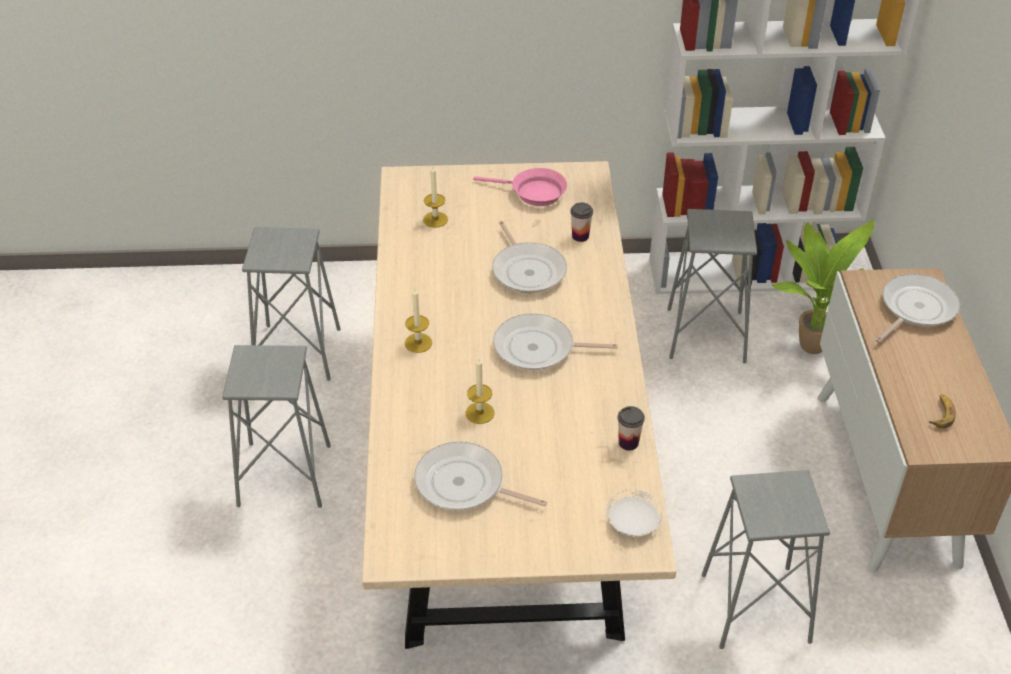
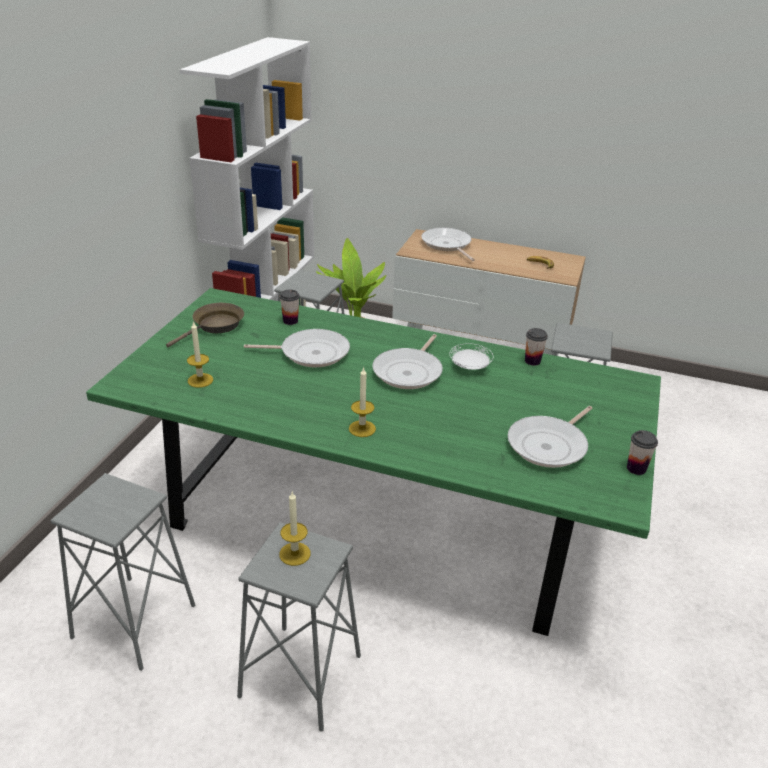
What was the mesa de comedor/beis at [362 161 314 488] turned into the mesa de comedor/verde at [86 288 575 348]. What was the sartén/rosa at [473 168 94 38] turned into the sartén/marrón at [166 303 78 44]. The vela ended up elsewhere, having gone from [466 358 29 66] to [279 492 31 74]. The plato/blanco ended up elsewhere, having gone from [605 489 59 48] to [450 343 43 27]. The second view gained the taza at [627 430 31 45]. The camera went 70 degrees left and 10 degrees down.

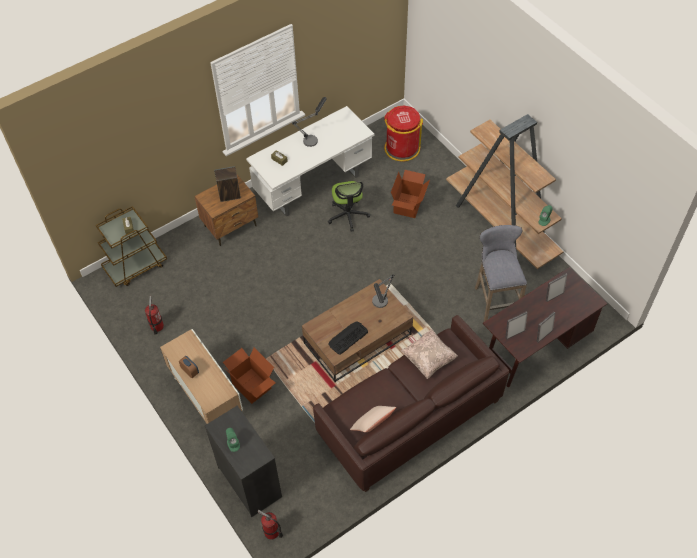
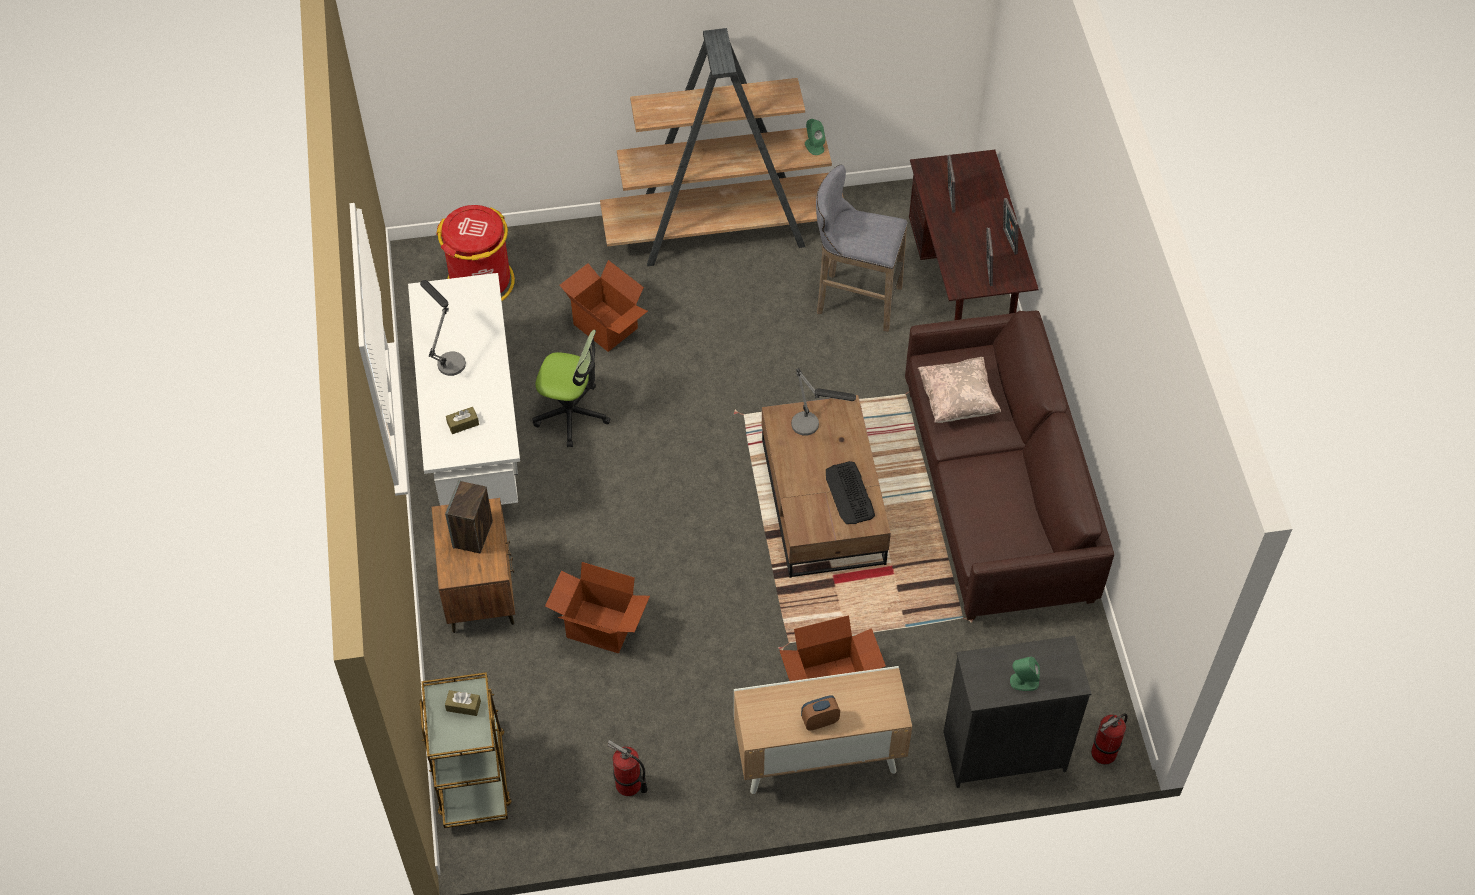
The second view gained the caja de cartón at [545 562 105 91]. The second view lost the cojín/beis at [350 406 46 26]. The camera went 65 degrees left and 0 degrees up.

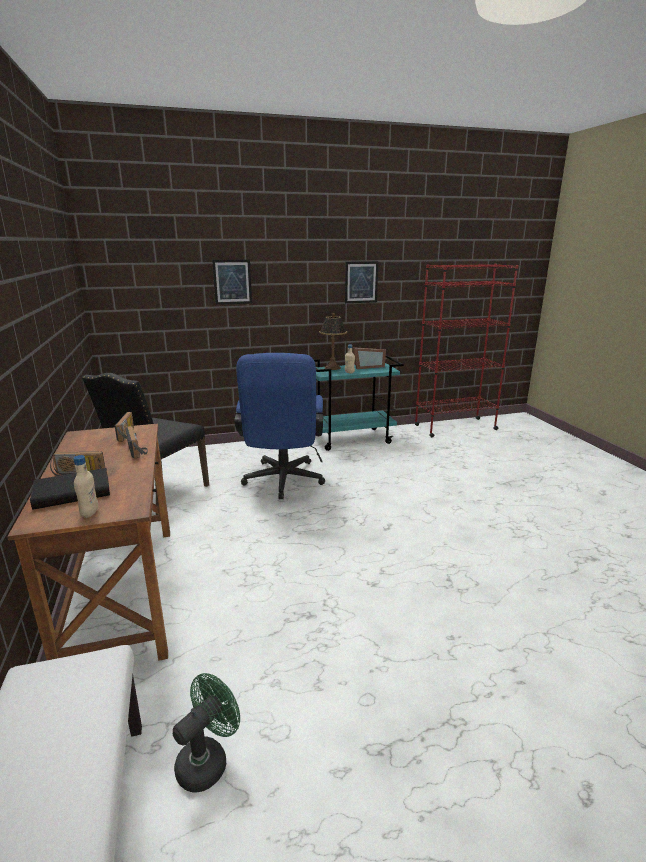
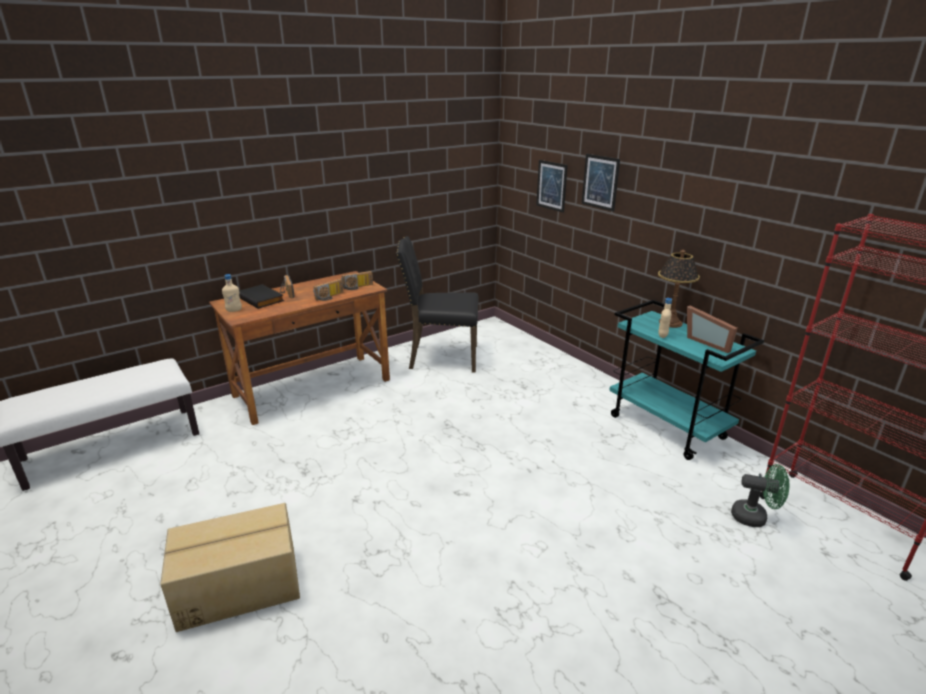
The second view gained the caja de cartón at [160 503 140 129]. The cuadro ended up elsewhere, having gone from [345 261 34 42] to [536 160 32 53]. The ventilador/verde ended up elsewhere, having gone from [173 673 67 120] to [731 464 58 63]. The second view lost the silla de oficina/azul at [234 353 91 146]. The camera went 70 degrees right and 5 degrees up.

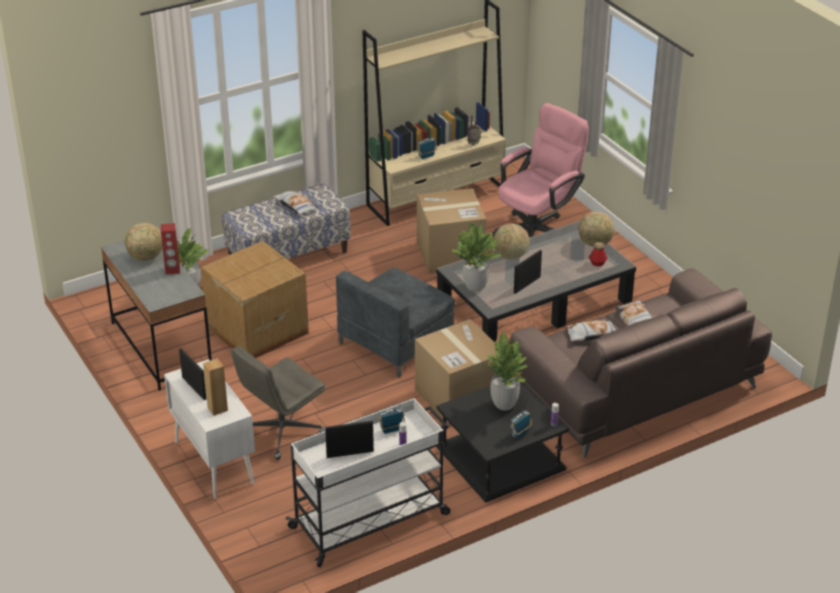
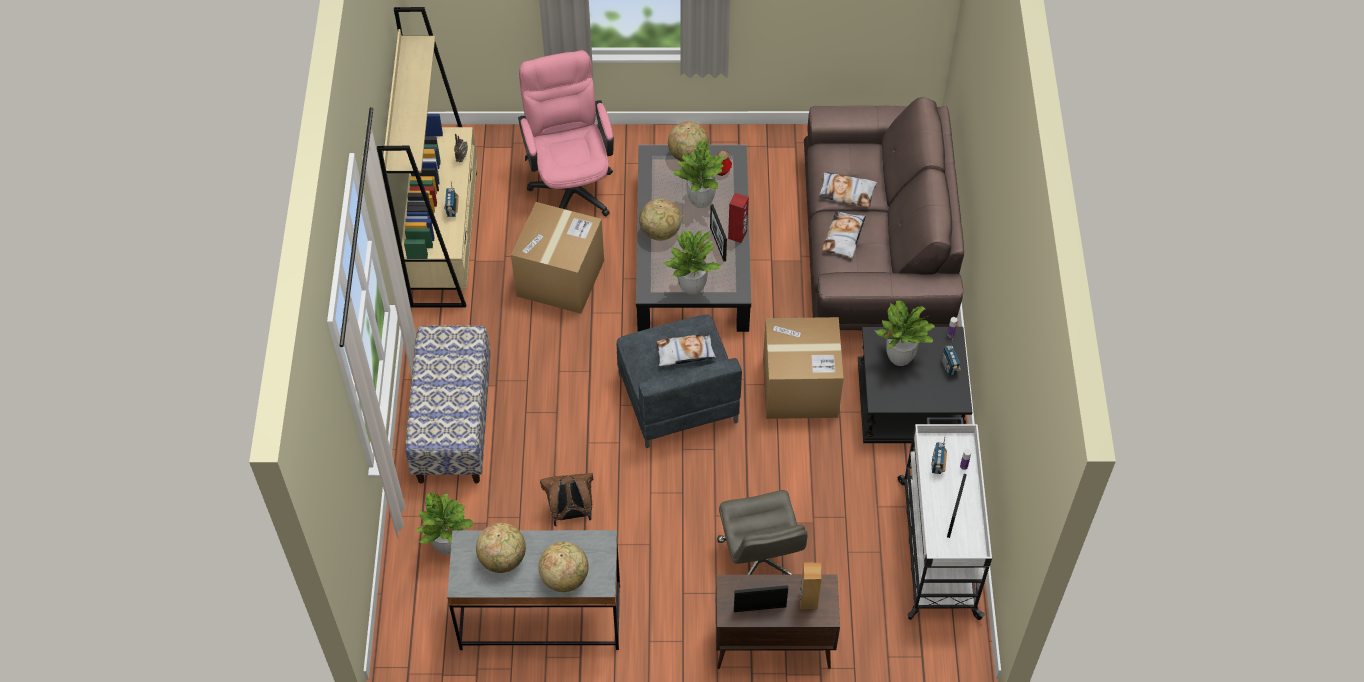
The second view gained the globo terráqueo at [538 542 51 50]. Where the caja de cartón stood at [201 241 108 117], the mochila/marrón came to stand at [540 473 53 53]. The cojín ended up elsewhere, having gone from [273 190 46 25] to [656 333 60 33]. The second view gained the planta en maceta at [672 139 52 69]. What was the armario/blanco at [164 359 91 140] turned into the armario/marrón at [716 575 124 94]. The altavoz/rojo ended up elsewhere, having gone from [161 223 19 51] to [728 193 21 50]. The camera went 60 degrees left and 20 degrees up.

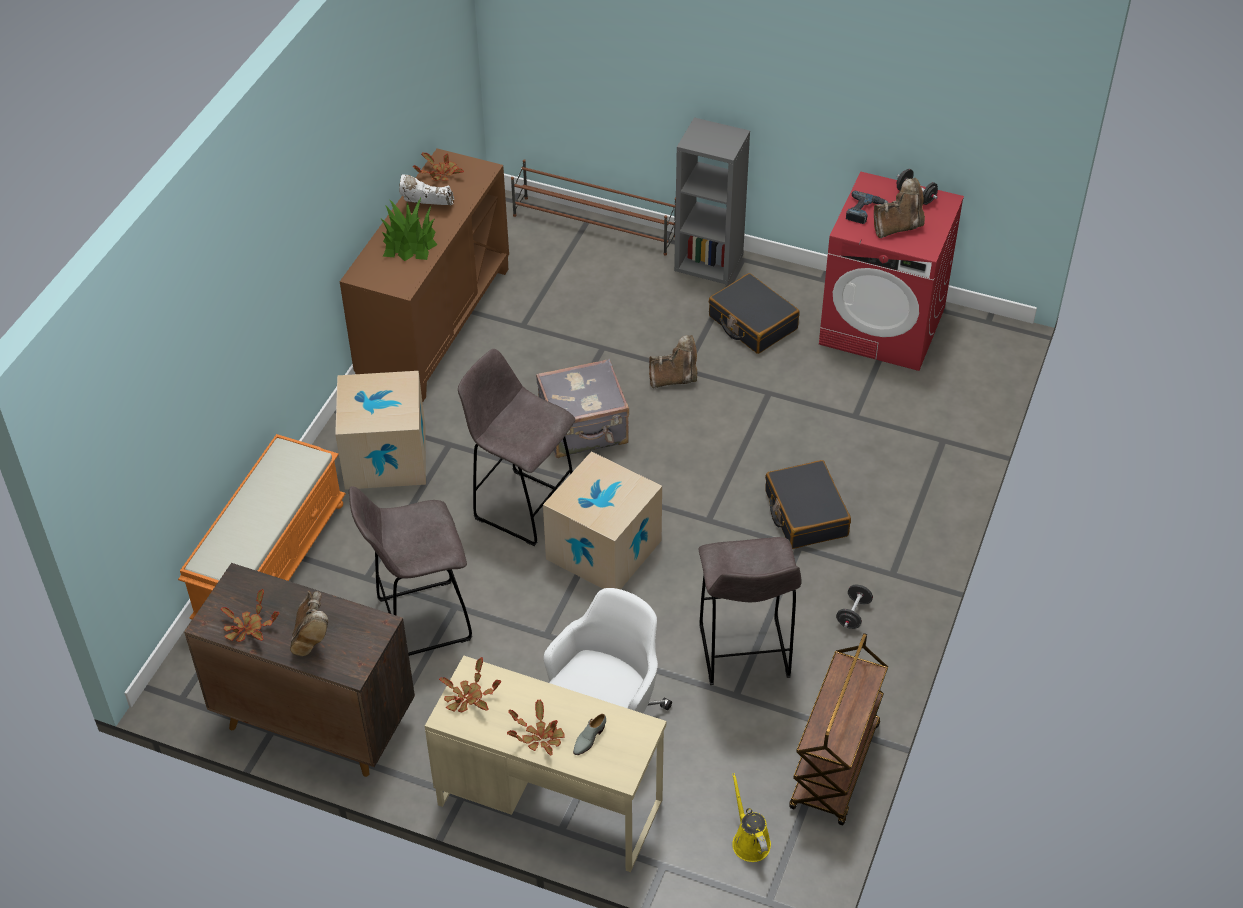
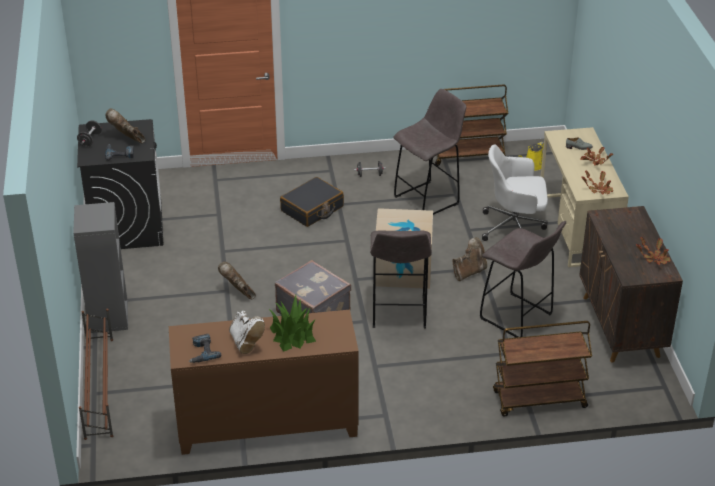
What was the lavadora/rojo at [819 172 145 199] turned into the lavadora/negro at [77 119 86 130]. Where the planta en maceta stood at [413 152 51 29], the taladro came to stand at [189 334 32 29]. The bota/marrón ended up elsewhere, having gone from [290 591 38 65] to [452 237 35 44]. Where the banco/naranja stood at [178 434 168 186], the carrito/marrón came to stand at [493 321 99 96]. The second view lost the caja de cartón at [335 371 91 119]. The second view lost the maleta/negro at [709 273 91 81]. The camera went 120 degrees left and 10 degrees down.

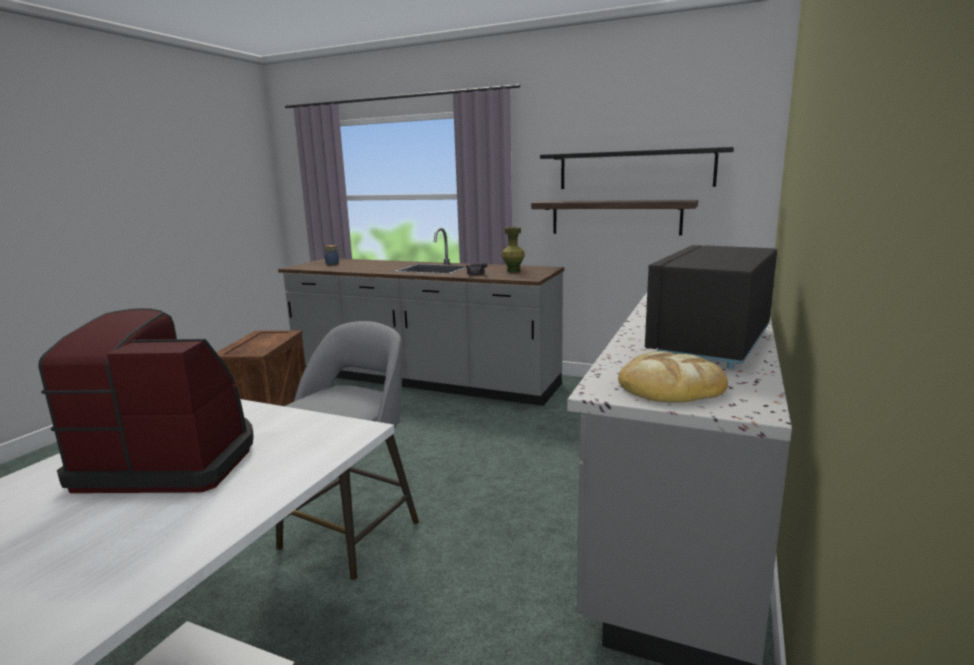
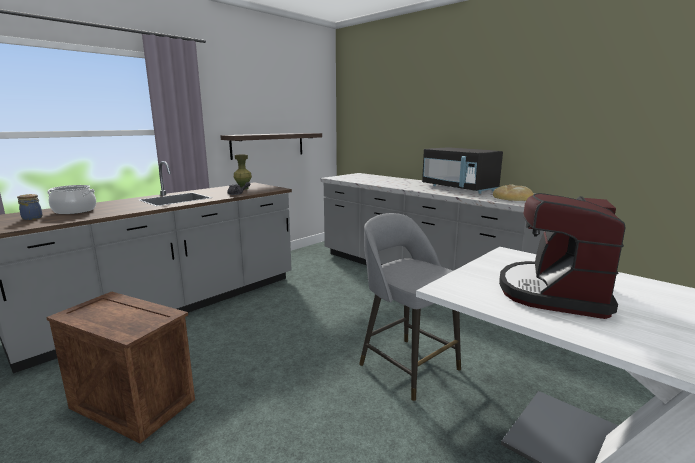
The second view gained the olla at [47 185 49 29]. The second view lost the estante/negro at [540 147 194 42]. The camera went 70 degrees left and 0 degrees up.

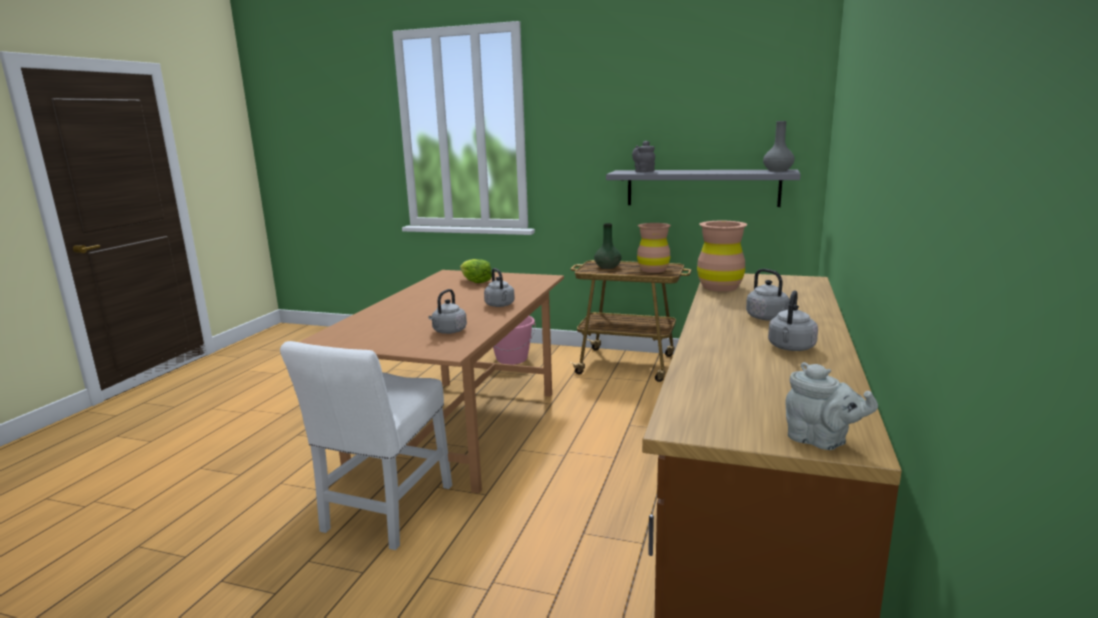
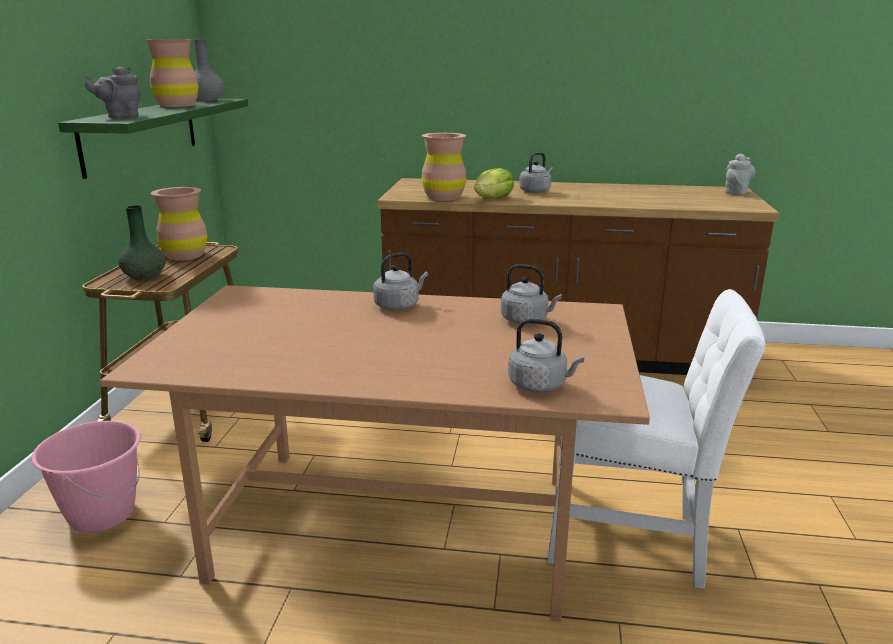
What was the estante/gris at [606 170 195 37] turned into the estante/verde at [58 99 190 80]. The second view gained the florero/marrón at [145 39 54 68]. The lechuga ended up elsewhere, having gone from [460 259 32 24] to [474 168 40 30]. The hervidor/gris ended up elsewhere, having gone from [768 290 50 61] to [508 319 76 74]. The camera went 100 degrees left and 5 degrees up.

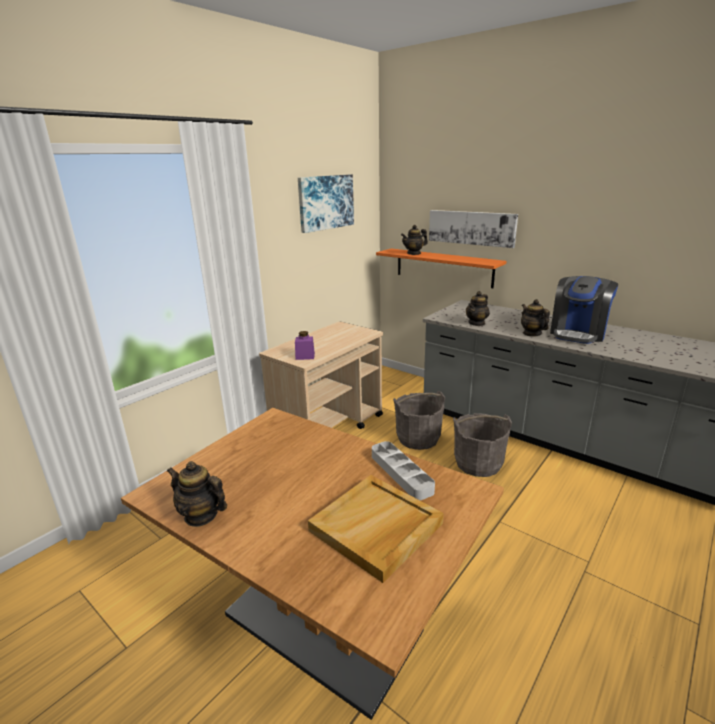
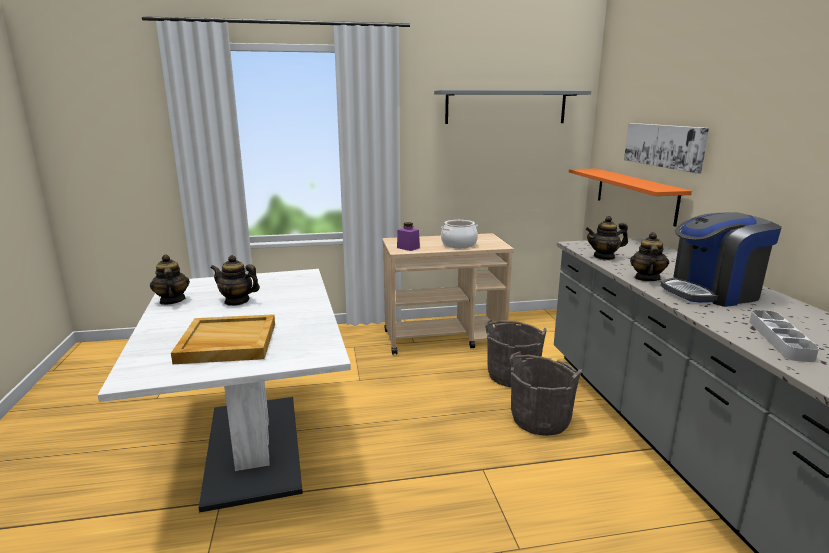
What was the mesa de comedor/marrón at [121 408 383 312] turned into the mesa de comedor/blanco at [98 269 253 244]. The tetera ended up elsewhere, having gone from [401 225 27 30] to [211 255 49 51]. Where the cuadro hung at [298 175 56 58], the estante/gris came to hang at [434 90 157 34]. The second view gained the olla at [441 220 37 28]. The bandeja/gris ended up elsewhere, having gone from [372 441 63 59] to [749 310 70 52]. The camera went 40 degrees right and 5 degrees down.

